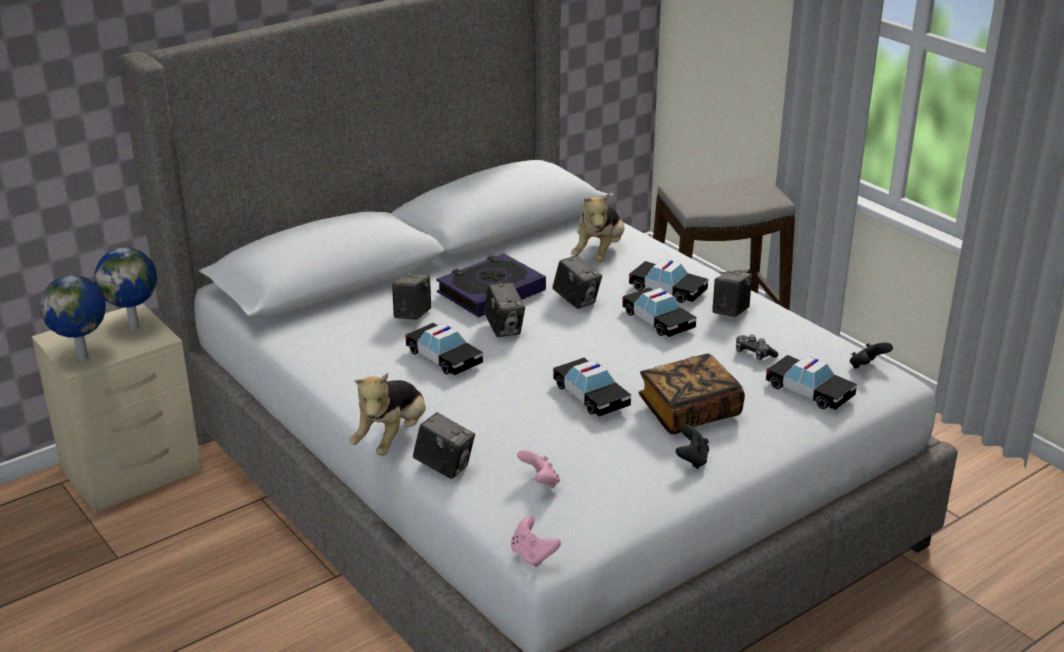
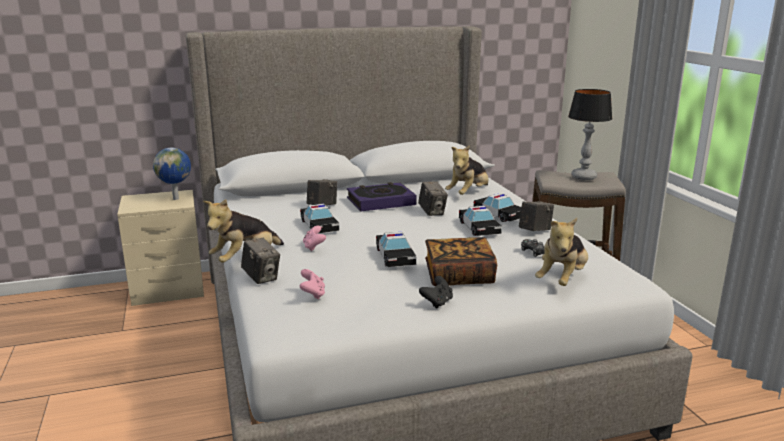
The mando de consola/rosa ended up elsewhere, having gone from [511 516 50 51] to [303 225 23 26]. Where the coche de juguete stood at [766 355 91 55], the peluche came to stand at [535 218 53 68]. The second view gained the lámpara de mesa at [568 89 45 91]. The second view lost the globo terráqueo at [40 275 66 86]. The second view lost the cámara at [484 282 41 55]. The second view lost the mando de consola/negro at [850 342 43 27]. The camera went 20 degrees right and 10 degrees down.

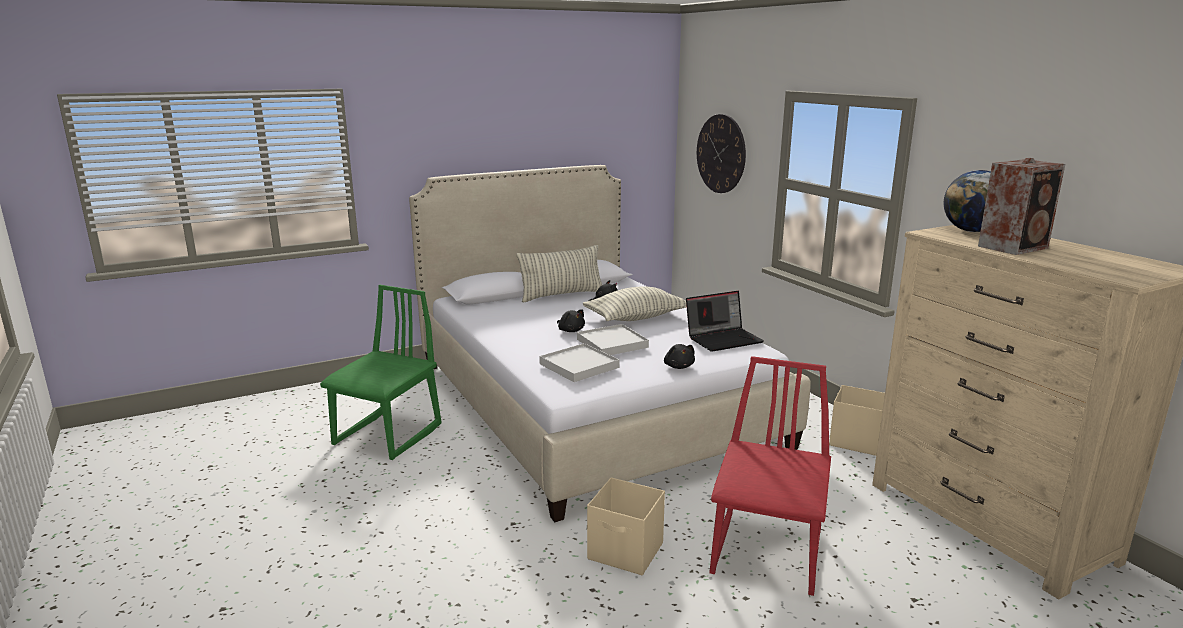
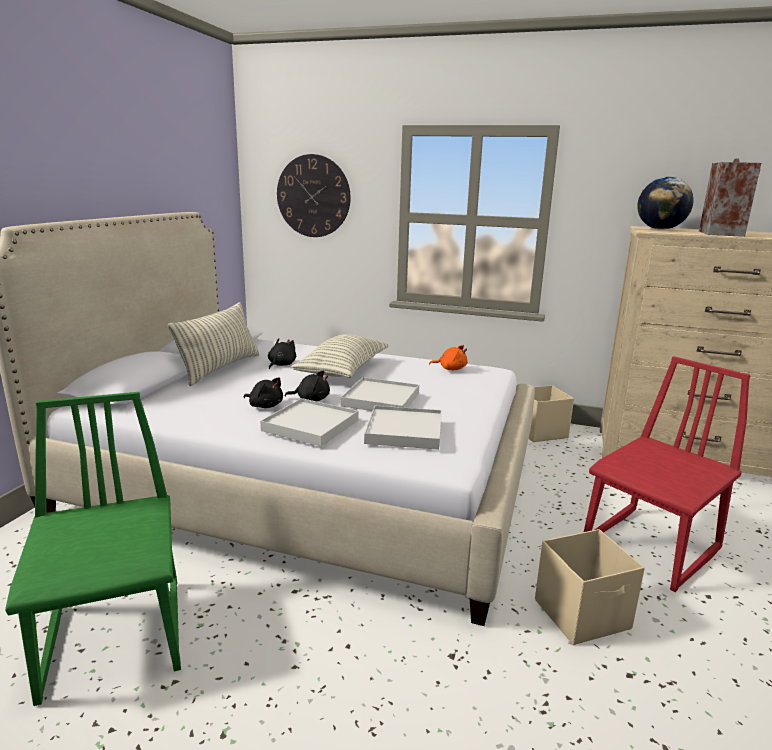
The peluche/negro ended up elsewhere, having gone from [664 344 31 25] to [244 378 39 30]. The second view gained the bandeja/blanco at [260 398 98 49]. Where the portátil stood at [686 291 78 61], the peluche/naranja came to stand at [429 345 39 25]. The silla/rojo at [709 356 122 240] ended up facing another way, 75 degrees clockwise from before. The camera went 45 degrees left and 0 degrees up.

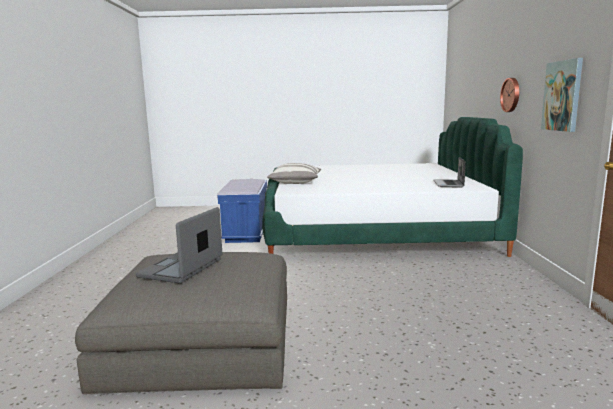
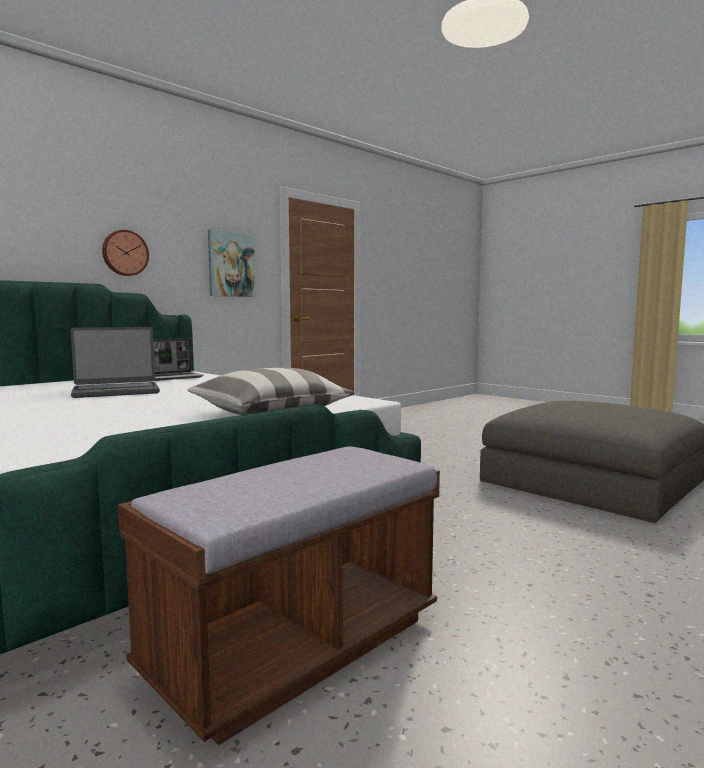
The portátil ended up elsewhere, having gone from [136 207 86 76] to [71 327 89 71]. What was the banco/azul at [217 179 50 64] turned into the banco/marrón at [118 446 322 299]. The camera went 135 degrees left and 5 degrees down.

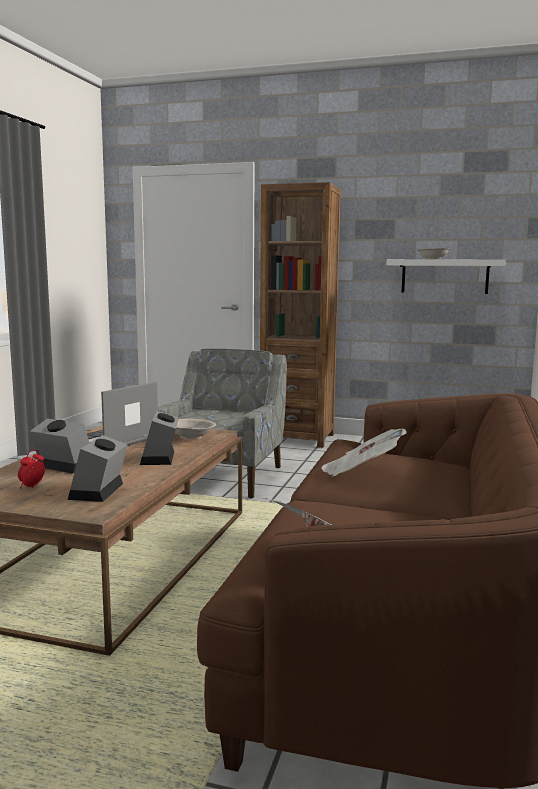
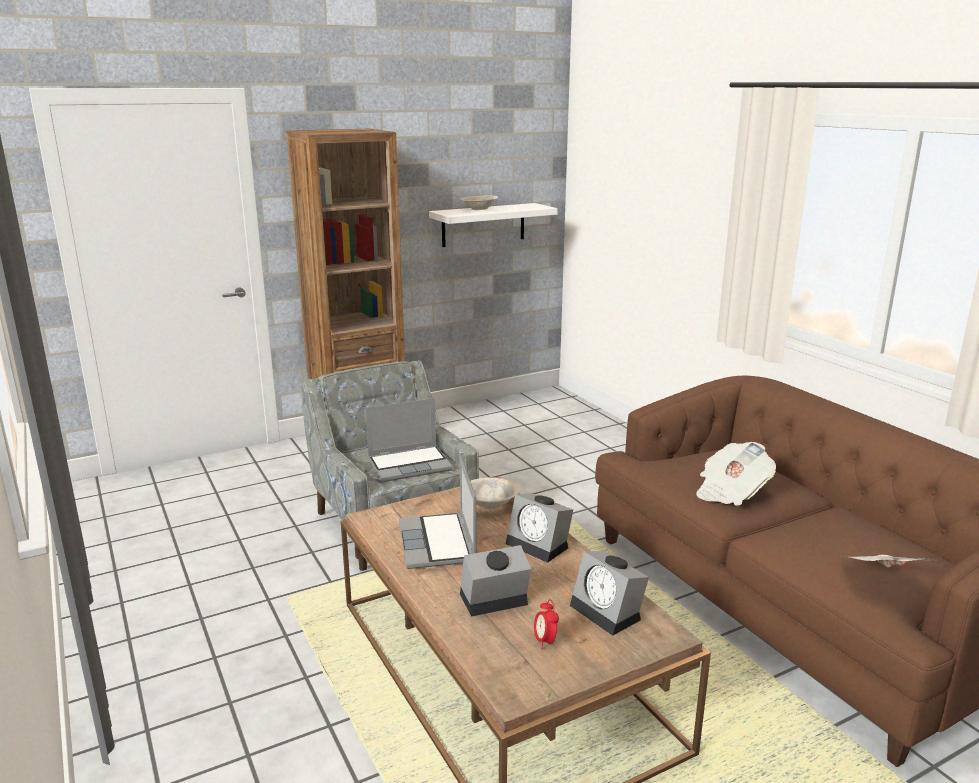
The second view gained the portátil at [366 398 87 84]. The camera went 45 degrees left and 10 degrees up.

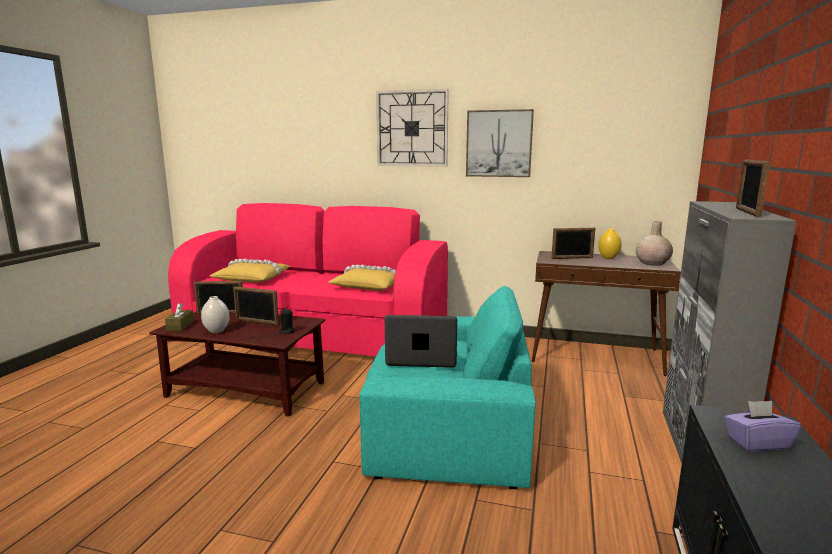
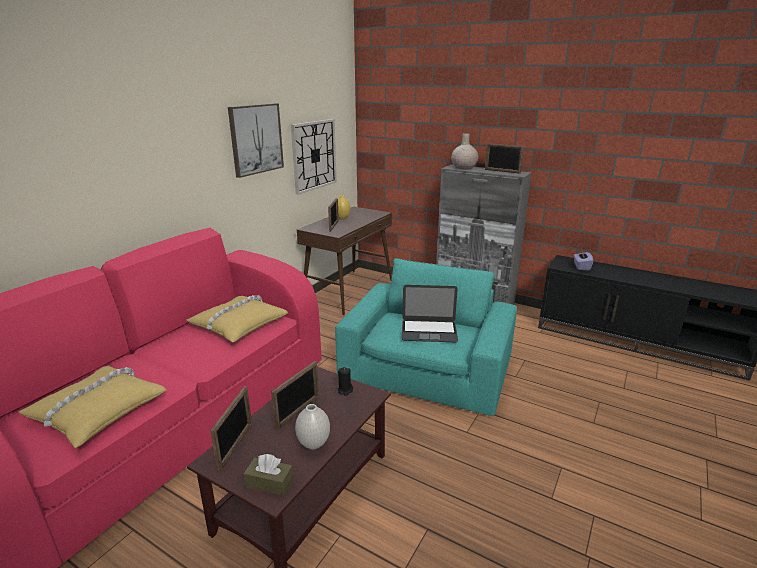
The reloj de pared ended up elsewhere, having gone from [376 89 73 78] to [291 119 46 76]. The portátil at [385 315 72 53] ended up facing another way, 105 degrees counterclockwise from before. The florero/beis ended up elsewhere, having gone from [636 221 37 45] to [451 133 28 36]. The camera went 75 degrees left and 10 degrees up.

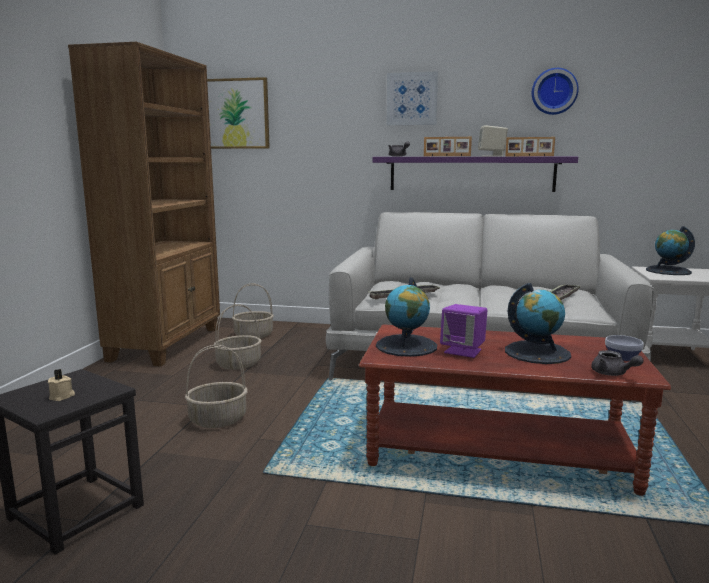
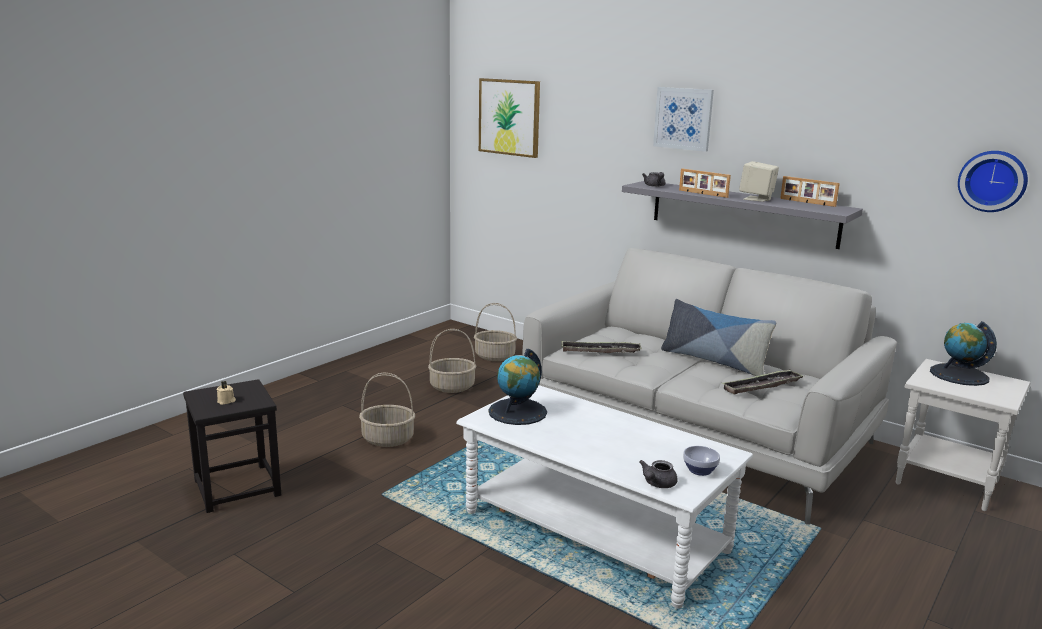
What was the mesa de centro/marrón at [359 324 312 172] turned into the mesa de centro/blanco at [456 385 297 224]. What was the estante/morado at [373 157 205 35] turned into the estante/gris at [622 181 241 68]. The tetera/gris at [591 350 53 26] ended up facing another way, 45 degrees clockwise from before. The second view gained the cojín at [661 299 115 77]. The reloj de pared ended up elsewhere, having gone from [532 68 47 47] to [958 151 70 61]. The second view lost the estantería/marrón at [68 42 152 325]. The second view lost the altavoz/morado at [440 304 47 54]. The second view lost the globo terráqueo at [505 283 66 81]. The camera went 25 degrees right and 5 degrees up.

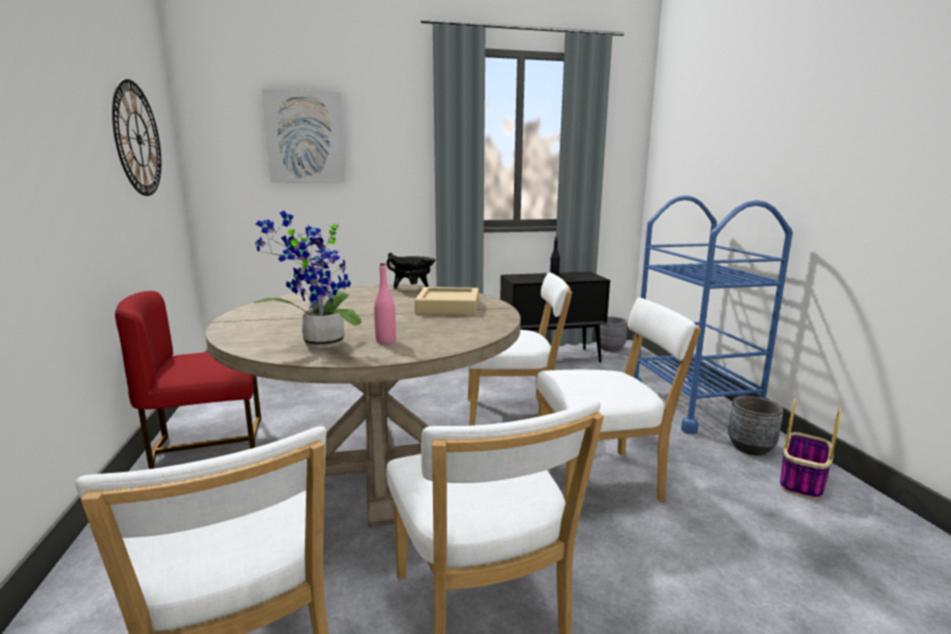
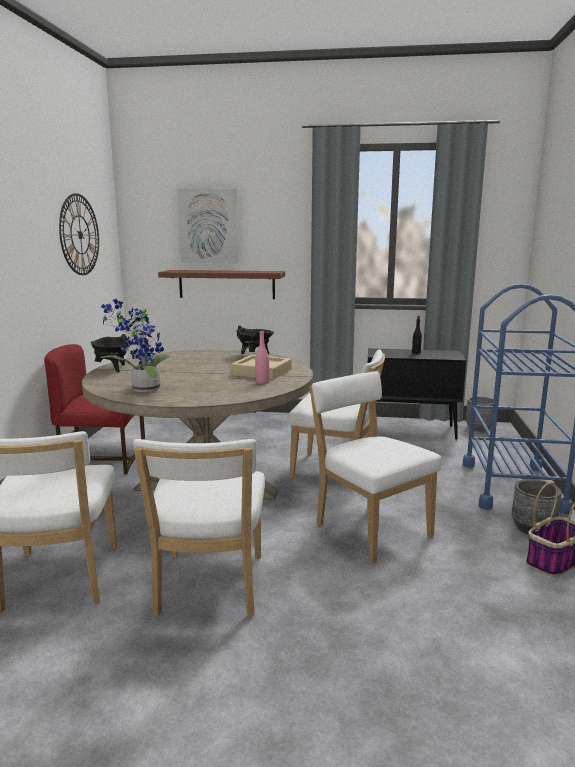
The second view gained the olla/negro at [91 334 40 38]. The second view gained the estante/marrón at [158 270 127 29]. The botella/rosa ended up elsewhere, having gone from [374 263 22 81] to [255 330 14 54]. The silla/blanco at [536 297 165 205] ended up facing another way, 135 degrees counterclockwise from before. The camera went 20 degrees right and 0 degrees up.

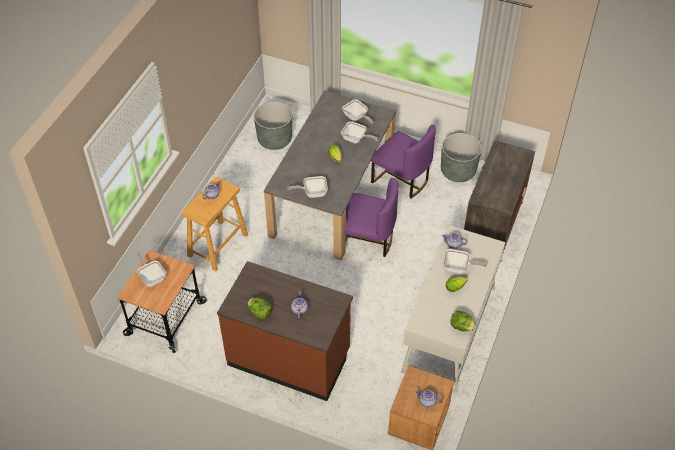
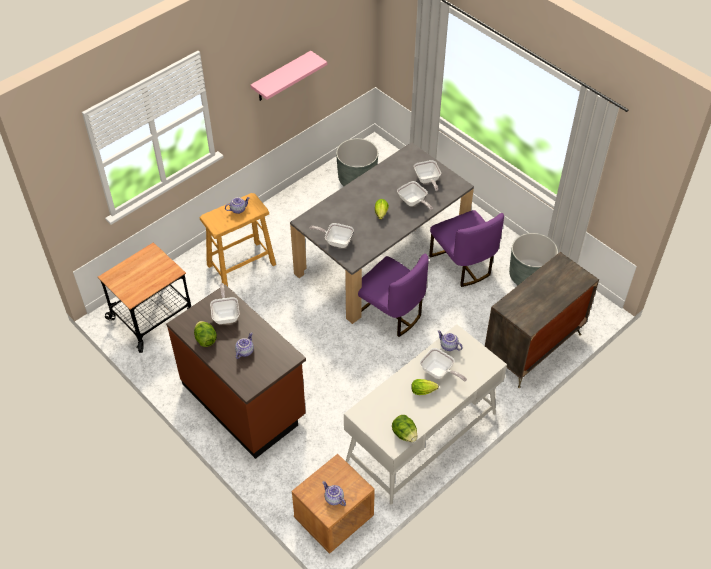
The sartén ended up elsewhere, having gone from [137 253 29 34] to [210 283 29 41]. The second view gained the estante/rosa at [250 51 77 50]. The camera went 25 degrees right and 0 degrees up.

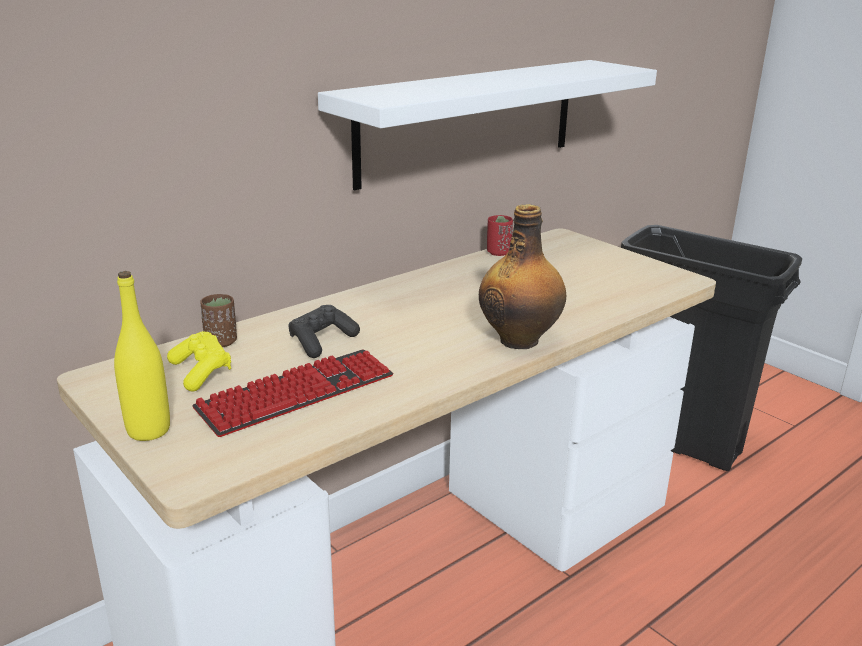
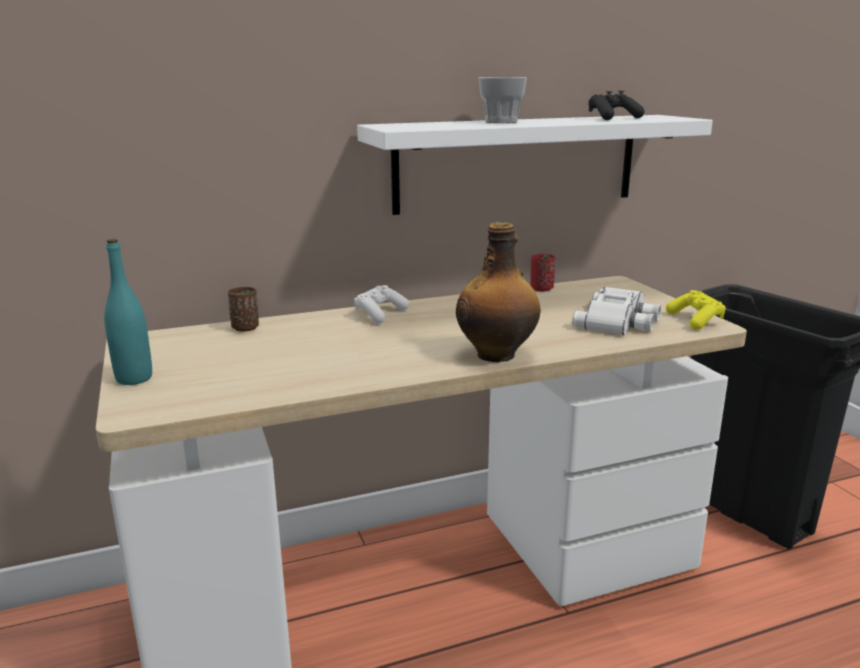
What was the botella/amarillo at [114 271 56 170] turned into the botella/turquesa at [104 239 48 146]. The second view gained the mando de consola/blanco at [354 285 55 39]. The second view gained the taza at [479 77 48 46]. The second view gained the prismáticos/blanco at [572 287 89 48]. The mando de consola/negro ended up elsewhere, having gone from [288 305 72 53] to [589 91 55 29]. The mando de consola/amarillo ended up elsewhere, having gone from [167 331 64 61] to [666 290 60 40]. The second view lost the teclado at [192 349 201 88]. The camera went 20 degrees right and 5 degrees down.

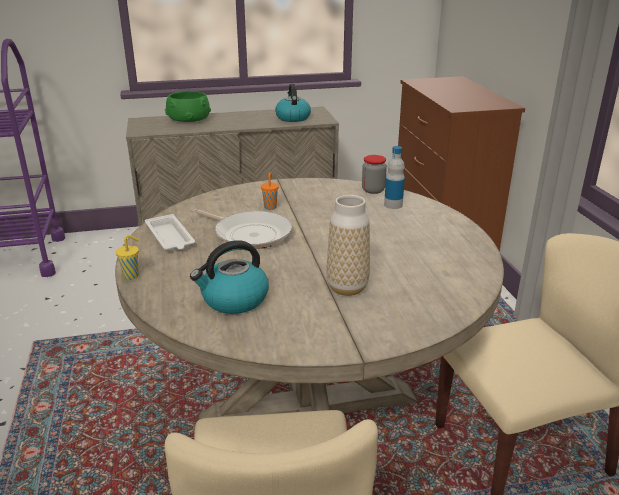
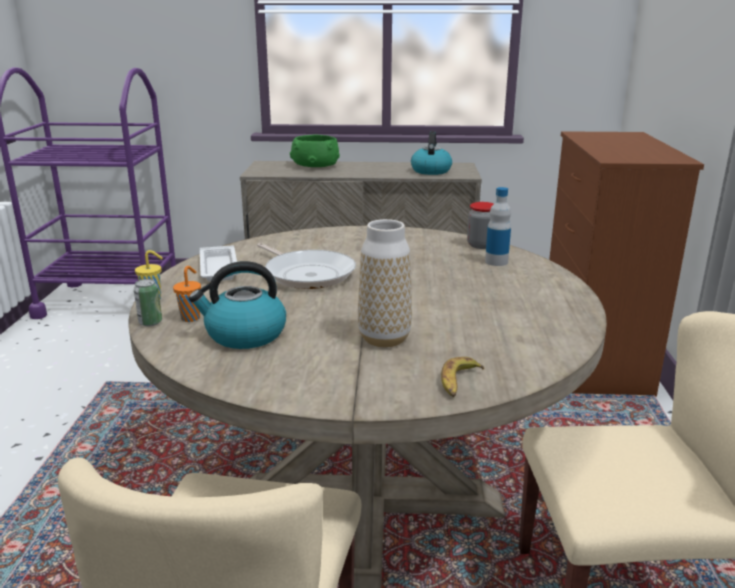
The second view gained the lata at [134 279 28 47]. The taza/naranja ended up elsewhere, having gone from [261 172 18 38] to [173 266 28 56]. The second view gained the plátano at [441 357 43 40]. The camera went 15 degrees right and 5 degrees down.

